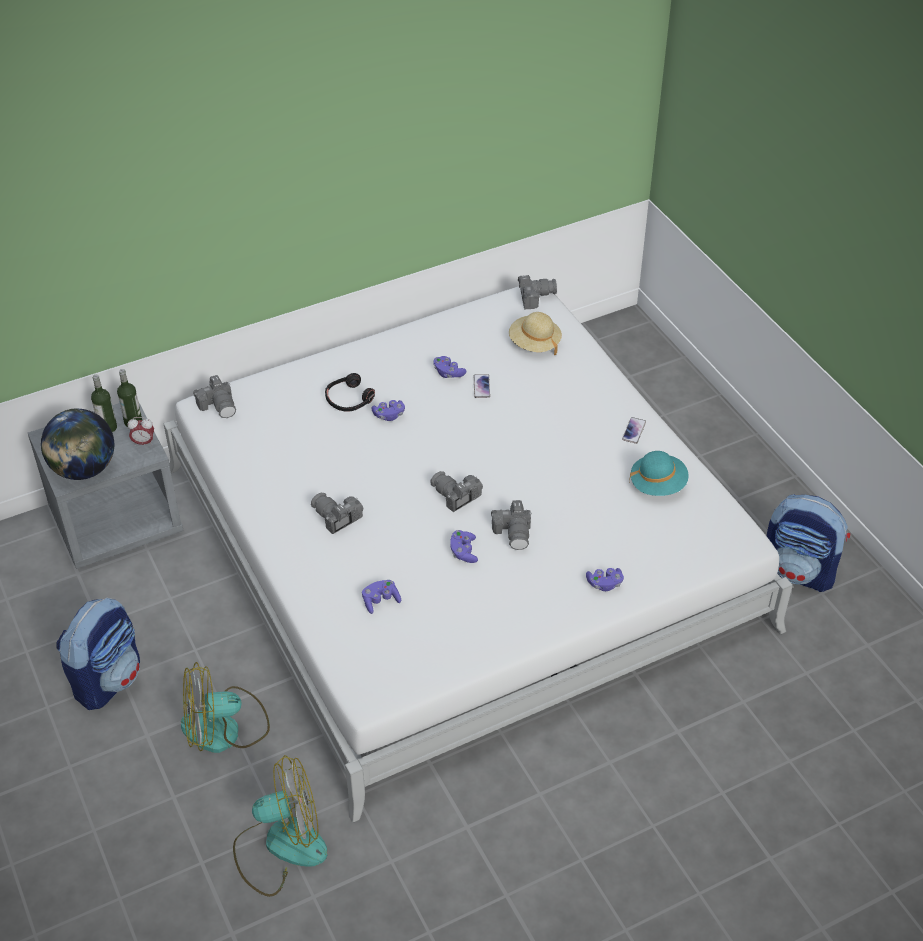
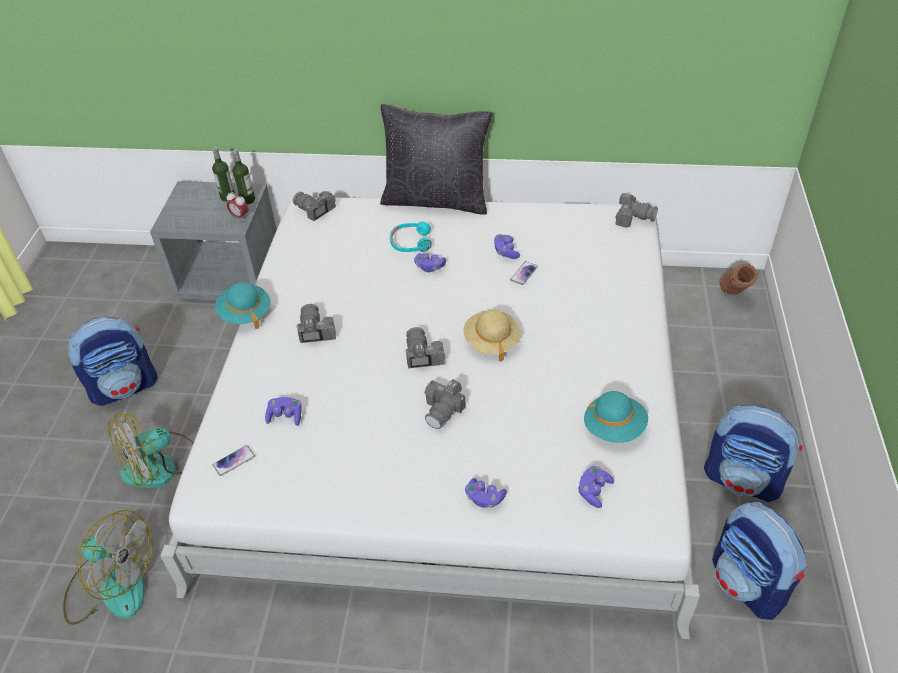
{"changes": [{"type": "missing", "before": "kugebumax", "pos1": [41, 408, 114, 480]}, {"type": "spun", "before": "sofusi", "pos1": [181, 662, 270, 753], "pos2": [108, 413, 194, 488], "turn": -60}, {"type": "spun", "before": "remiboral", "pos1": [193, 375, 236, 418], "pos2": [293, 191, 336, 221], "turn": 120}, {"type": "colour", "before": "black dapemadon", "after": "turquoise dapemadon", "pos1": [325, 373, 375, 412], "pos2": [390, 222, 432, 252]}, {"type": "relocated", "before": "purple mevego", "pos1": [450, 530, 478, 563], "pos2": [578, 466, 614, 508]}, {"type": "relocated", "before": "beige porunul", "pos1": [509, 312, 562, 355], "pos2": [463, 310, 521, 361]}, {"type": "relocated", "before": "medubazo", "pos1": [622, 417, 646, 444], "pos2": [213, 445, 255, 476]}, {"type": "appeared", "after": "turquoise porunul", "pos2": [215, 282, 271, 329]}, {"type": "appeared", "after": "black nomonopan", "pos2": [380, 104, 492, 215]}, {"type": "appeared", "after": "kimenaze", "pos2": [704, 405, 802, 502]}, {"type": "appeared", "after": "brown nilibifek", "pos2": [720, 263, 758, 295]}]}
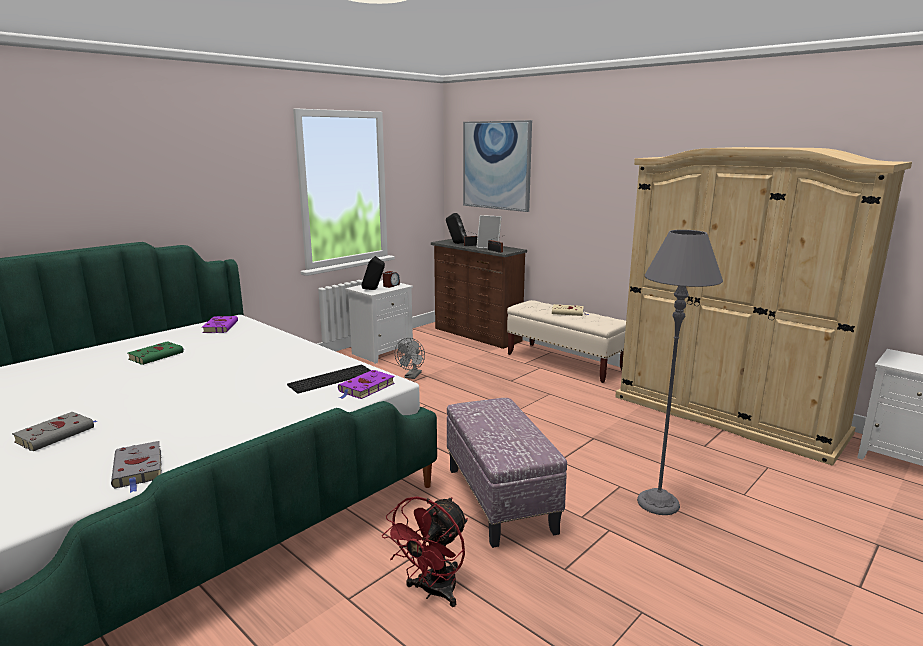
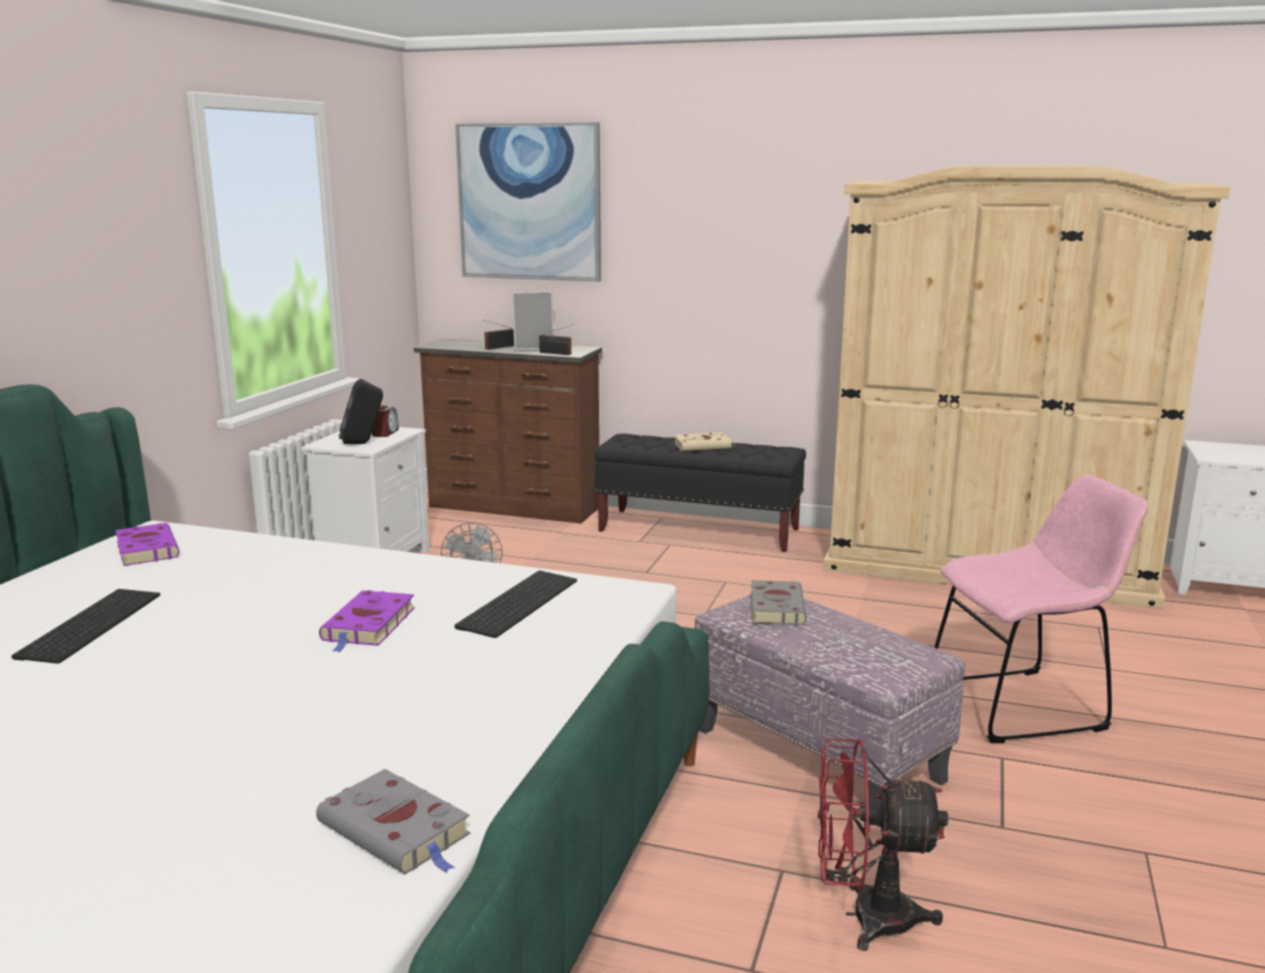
{"changes": [{"type": "relocated", "before": "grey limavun", "pos1": [12, 412, 97, 451], "pos2": [751, 580, 806, 625]}, {"type": "exchanged", "before": "green limavun", "after": "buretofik", "pos1": [128, 341, 184, 365], "pos2": [11, 589, 160, 664]}, {"type": "relocated", "before": "purple limavun", "pos1": [338, 370, 395, 399], "pos2": [319, 590, 415, 653]}, {"type": "spun", "before": "red sofusi", "pos1": [382, 496, 468, 607], "pos2": [818, 738, 948, 951], "turn": 90}, {"type": "missing", "before": "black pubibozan", "pos1": [446, 213, 467, 244]}, {"type": "colour", "before": "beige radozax", "after": "black radozax", "pos1": [507, 300, 626, 383], "pos2": [595, 434, 806, 552]}, {"type": "exchanged", "before": "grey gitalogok", "after": "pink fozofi", "pos1": [637, 230, 723, 515], "pos2": [934, 474, 1149, 743]}]}
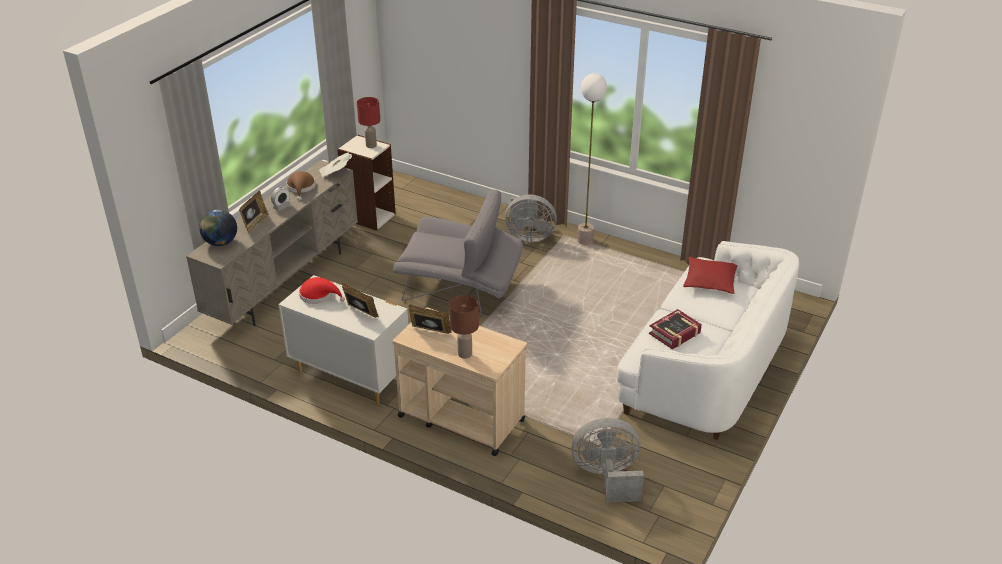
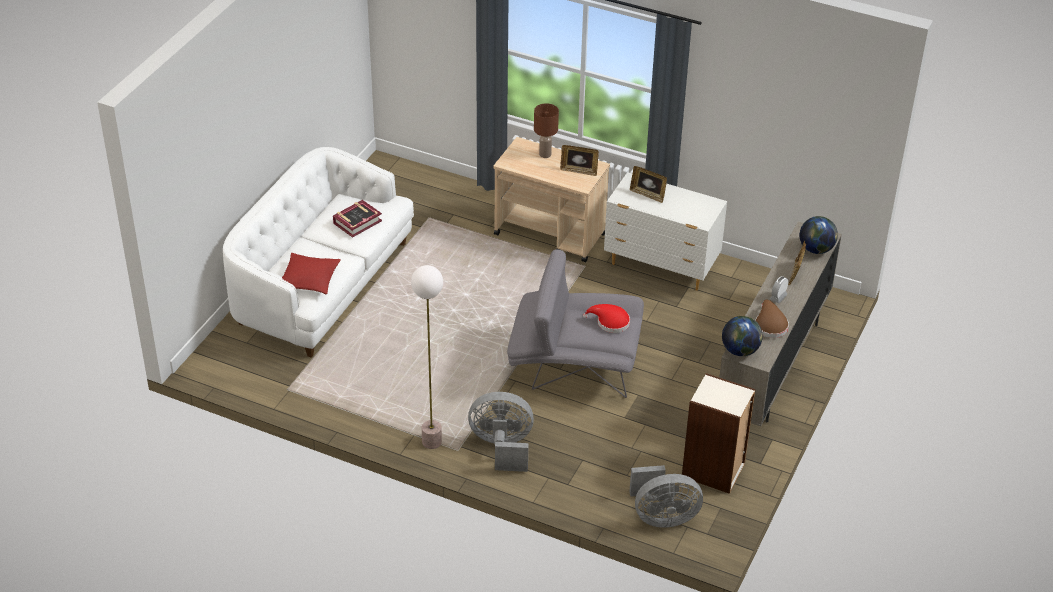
{"changes": [{"type": "relocated", "before": "red porunul", "pos1": [299, 277, 345, 304], "pos2": [583, 304, 630, 333]}, {"type": "exchanged", "before": "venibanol", "after": "kugebumax", "pos1": [320, 152, 352, 177], "pos2": [722, 316, 763, 356]}, {"type": "missing", "before": "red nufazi", "pos1": [357, 97, 380, 148]}, {"type": "relocated", "before": "grey sofusi", "pos1": [571, 418, 644, 502], "pos2": [629, 465, 703, 528]}]}
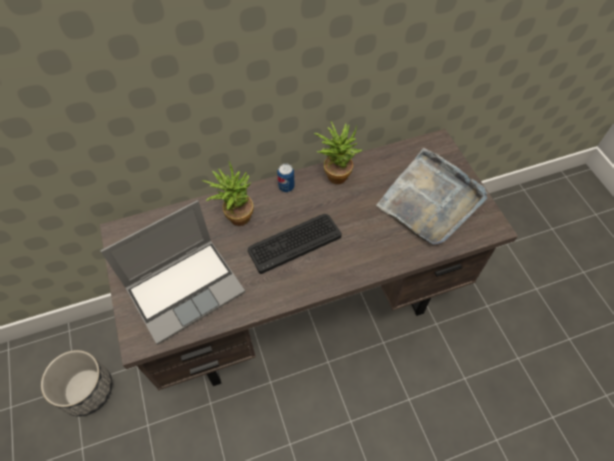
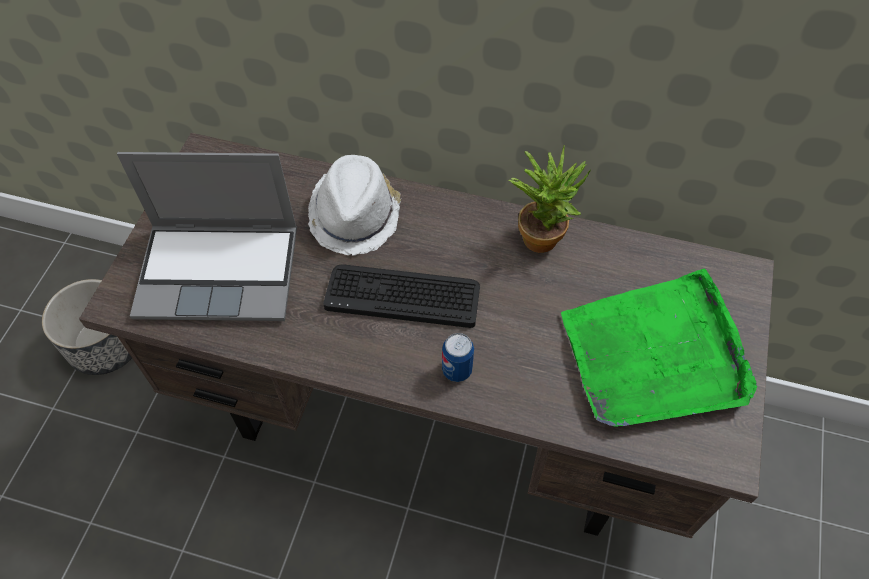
{"changes": [{"type": "exchanged", "before": "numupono", "after": "white porunul", "pos1": [202, 161, 254, 226], "pos2": [308, 155, 401, 256]}, {"type": "relocated", "before": "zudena", "pos1": [277, 163, 295, 192], "pos2": [442, 333, 474, 382]}, {"type": "colour", "before": "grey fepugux", "after": "green fepugux", "pos1": [376, 148, 488, 245], "pos2": [561, 269, 757, 427]}]}
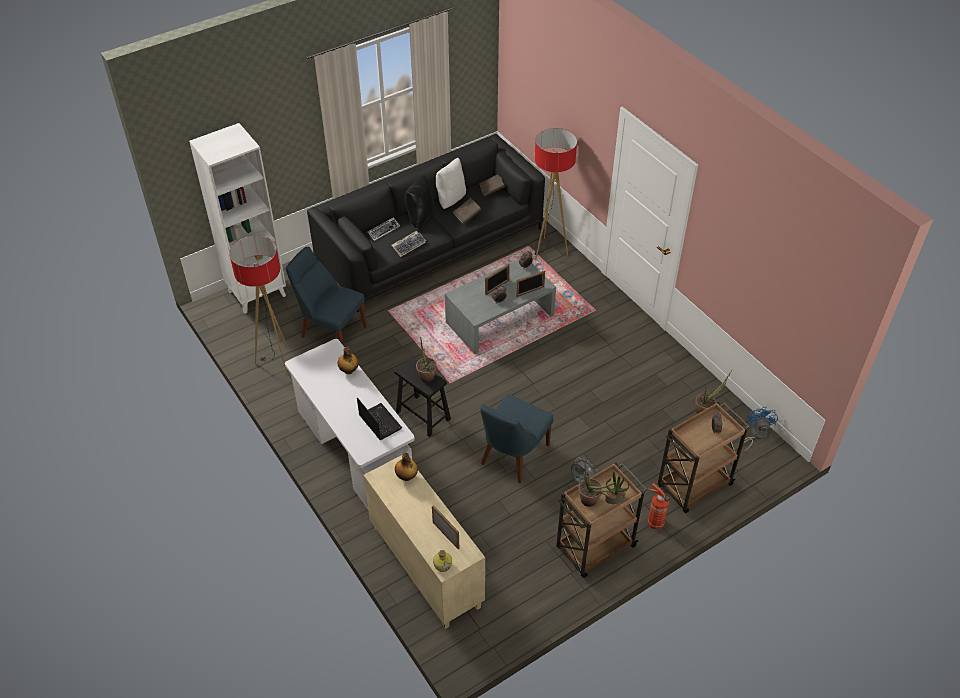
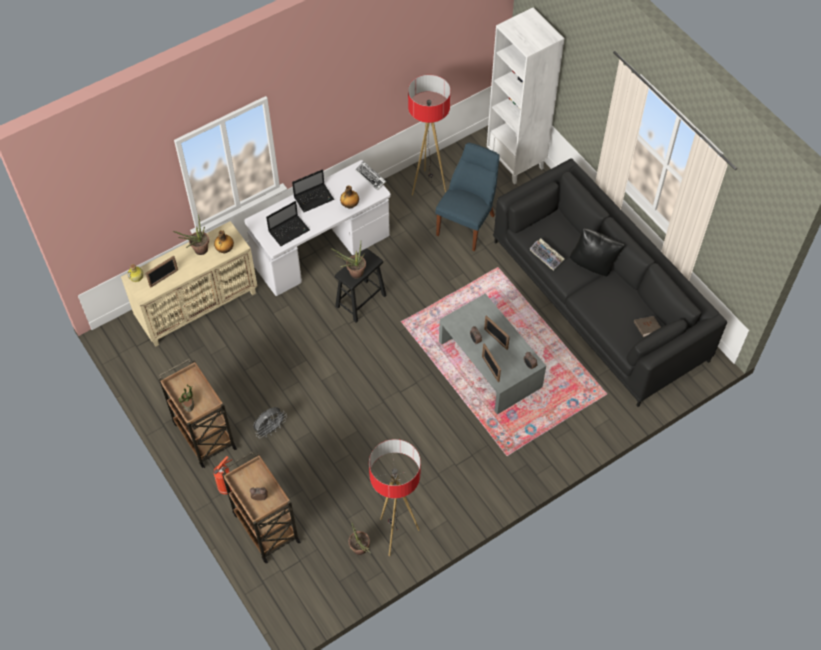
{"changes": [{"type": "relocated", "before": "buretofik", "pos1": [367, 217, 400, 241], "pos2": [355, 161, 386, 191]}, {"type": "missing", "before": "white nomonopan", "pos1": [436, 158, 466, 209]}, {"type": "missing", "before": "brown limavun", "pos1": [453, 198, 482, 224]}, {"type": "missing", "before": "blue fozofi", "pos1": [480, 394, 553, 483]}, {"type": "relocated", "before": "gitalogok", "pos1": [535, 128, 577, 260], "pos2": [369, 439, 421, 556]}, {"type": "relocated", "before": "numupono", "pos1": [578, 461, 616, 507], "pos2": [173, 215, 209, 255]}, {"type": "missing", "before": "blue sofusi", "pos1": [744, 407, 778, 451]}, {"type": "appeared", "after": "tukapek", "pos2": [292, 169, 334, 212]}]}
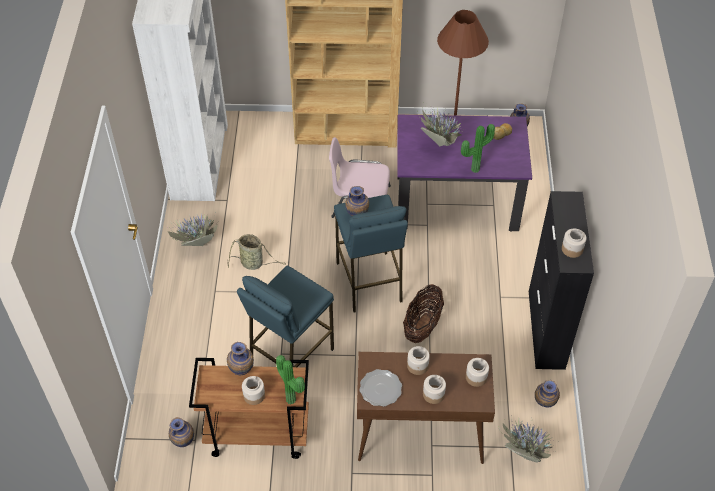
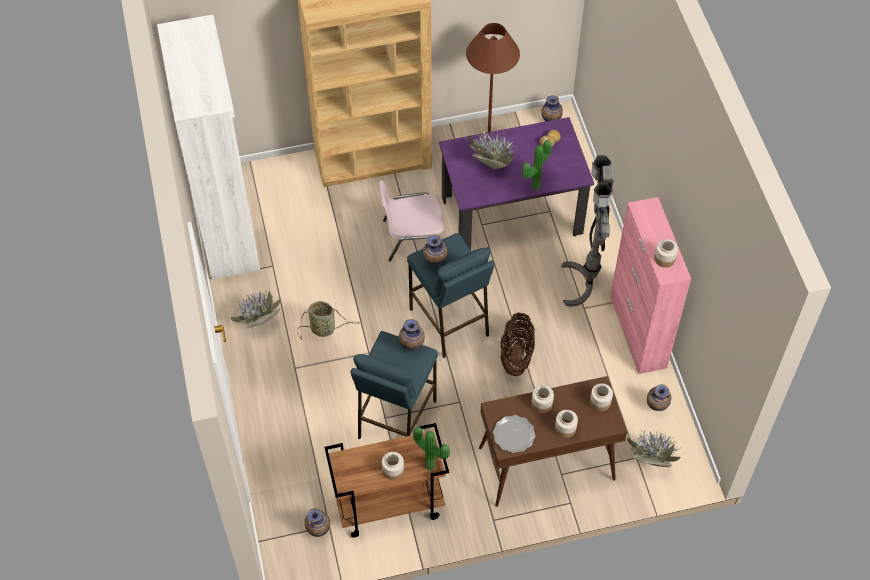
{"changes": [{"type": "relocated", "before": "nilibifek", "pos1": [227, 342, 254, 376], "pos2": [399, 319, 425, 351]}, {"type": "colour", "before": "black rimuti", "after": "pink rimuti", "pos1": [529, 191, 594, 370], "pos2": [610, 197, 691, 374]}, {"type": "appeared", "after": "grey gitalogok", "pos2": [561, 155, 614, 307]}]}
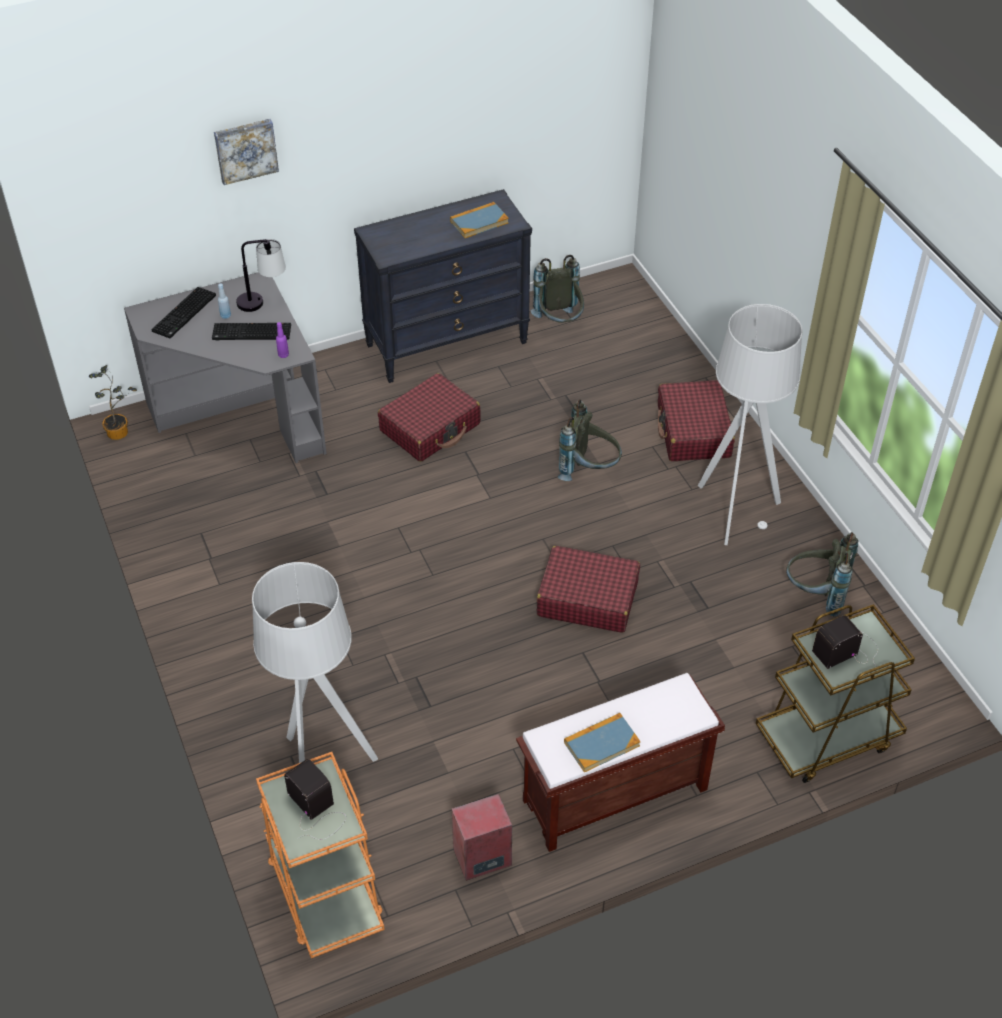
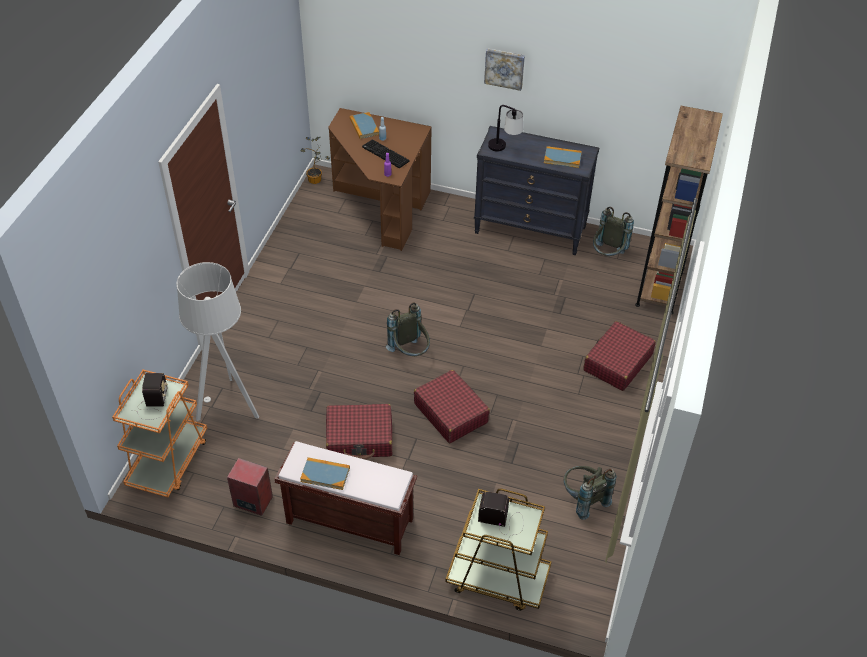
{"changes": [{"type": "colour", "before": "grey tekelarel", "after": "brown tekelarel", "pos1": [124, 272, 327, 463], "pos2": [328, 108, 432, 251]}, {"type": "exchanged", "before": "buretofik", "after": "limavun", "pos1": [151, 287, 216, 338], "pos2": [350, 112, 379, 139]}, {"type": "relocated", "before": "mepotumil", "pos1": [214, 119, 279, 185], "pos2": [484, 48, 525, 91]}, {"type": "relocated", "before": "nufazi", "pos1": [236, 239, 286, 312], "pos2": [488, 105, 523, 151]}, {"type": "relocated", "before": "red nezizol", "pos1": [378, 373, 480, 462], "pos2": [326, 404, 392, 460]}, {"type": "relocated", "before": "grey kimenaze", "pos1": [558, 399, 622, 481], "pos2": [386, 303, 430, 356]}, {"type": "missing", "before": "grey gitalogok", "pos1": [698, 304, 803, 545]}, {"type": "appeared", "after": "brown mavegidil", "pos2": [635, 106, 723, 314]}]}
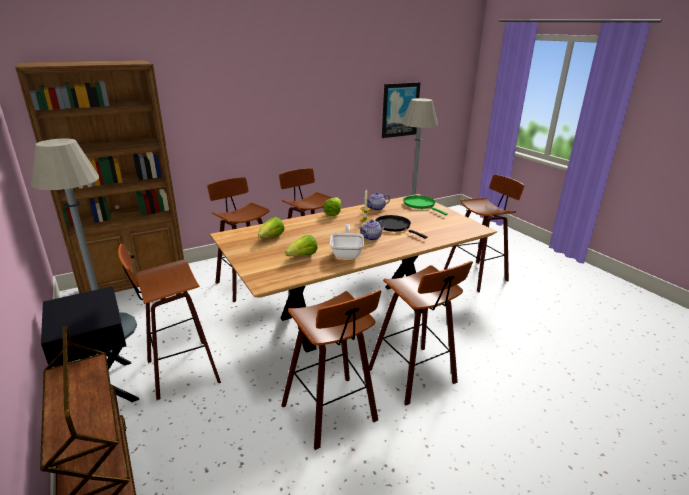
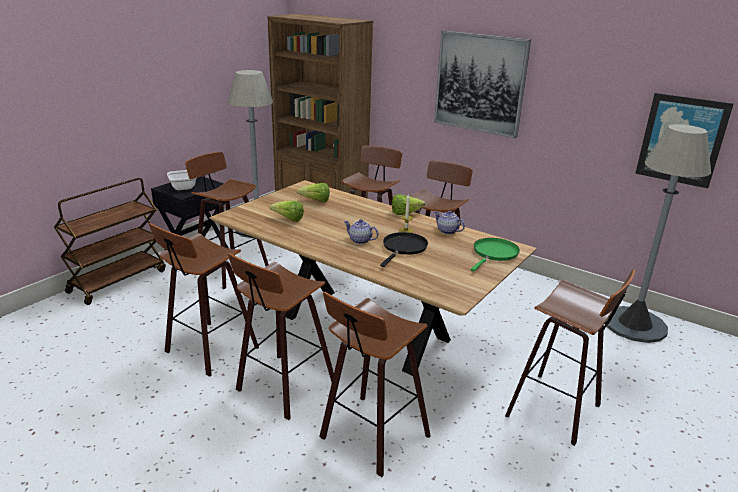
{"changes": [{"type": "relocated", "before": "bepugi", "pos1": [330, 224, 364, 259], "pos2": [167, 170, 217, 190]}, {"type": "appeared", "after": "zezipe", "pos2": [319, 292, 431, 477]}, {"type": "appeared", "after": "mepotumil", "pos2": [434, 30, 531, 138]}]}
